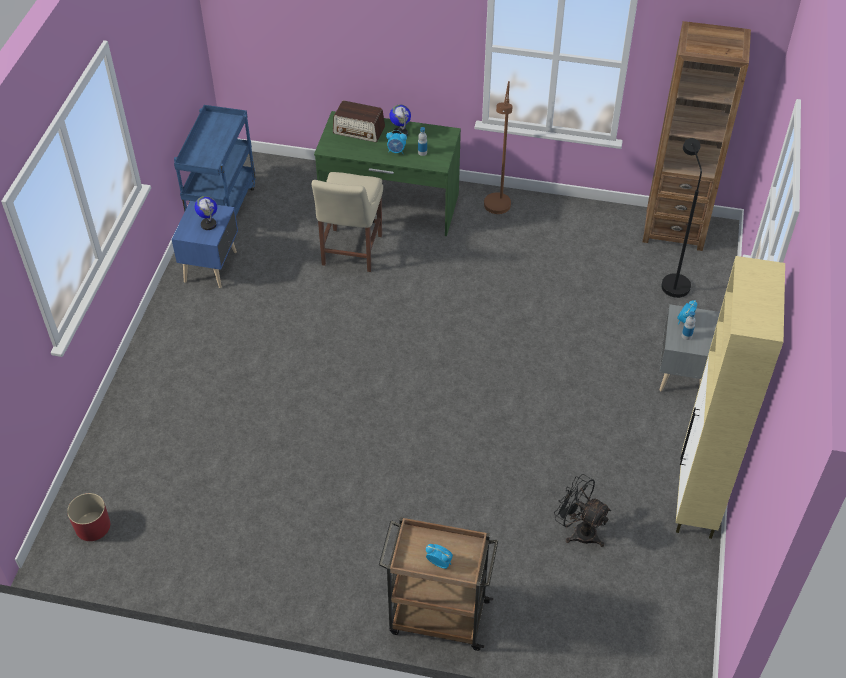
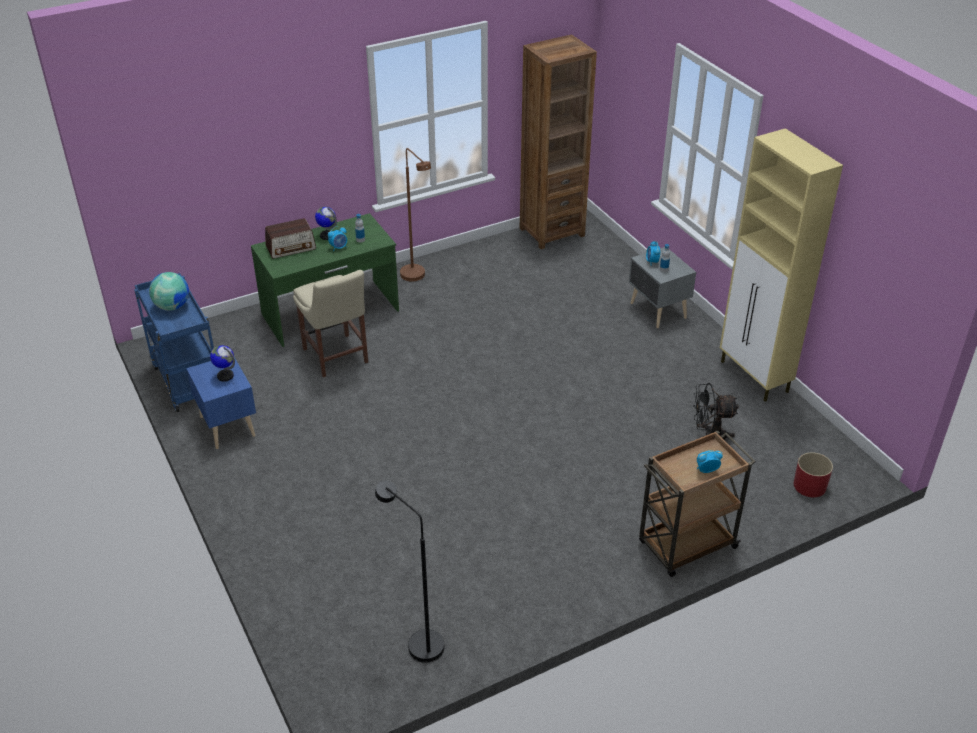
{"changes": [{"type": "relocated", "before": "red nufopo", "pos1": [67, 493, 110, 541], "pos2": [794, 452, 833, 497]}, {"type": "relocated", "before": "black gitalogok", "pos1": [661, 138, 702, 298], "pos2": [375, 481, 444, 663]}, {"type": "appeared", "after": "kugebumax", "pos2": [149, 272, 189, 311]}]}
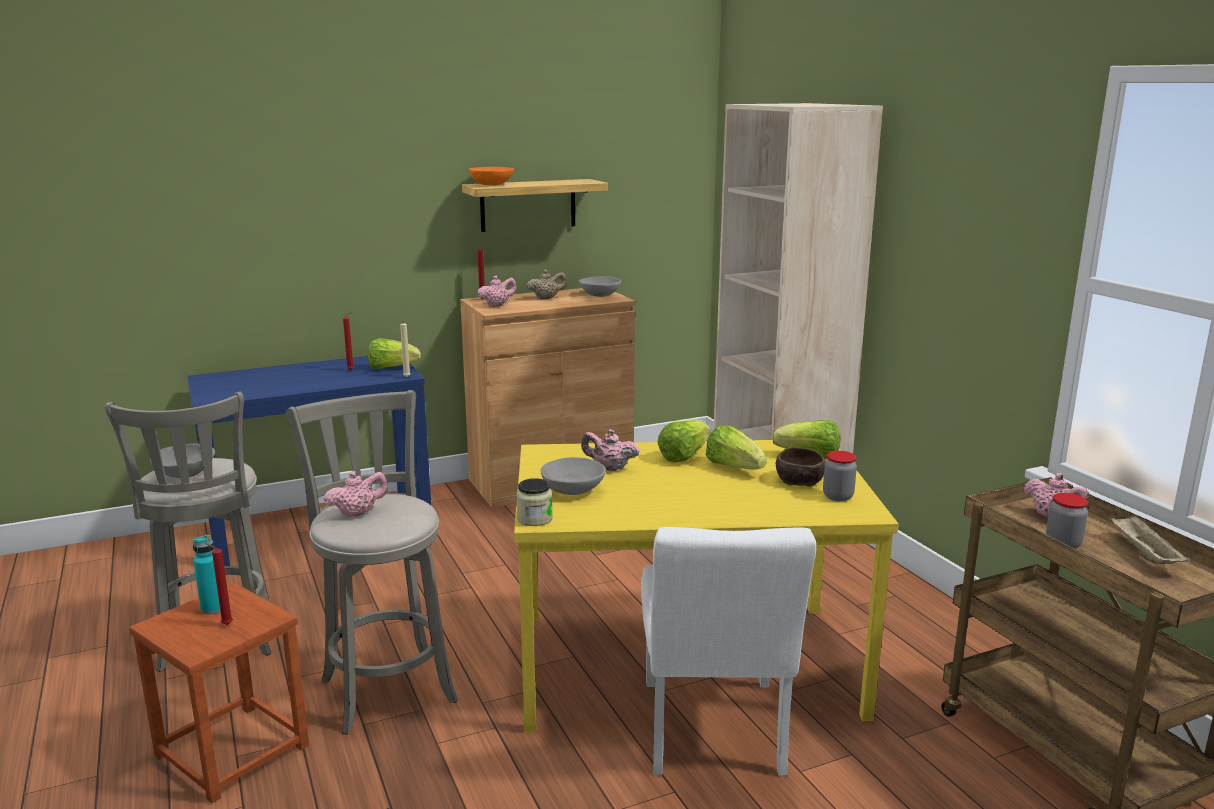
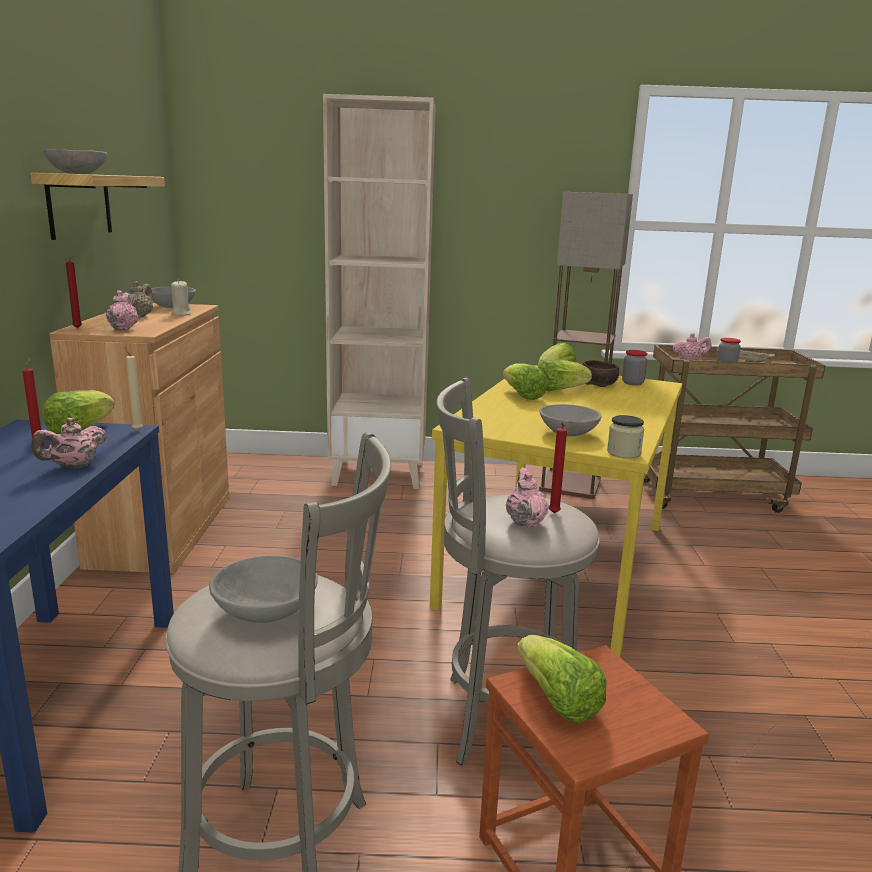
{"changes": [{"type": "exchanged", "before": "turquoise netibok", "after": "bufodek", "pos1": [193, 535, 220, 614], "pos2": [517, 635, 607, 724]}, {"type": "relocated", "before": "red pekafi", "pos1": [205, 543, 233, 625], "pos2": [549, 423, 567, 513]}, {"type": "colour", "before": "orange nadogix", "after": "grey nadogix", "pos1": [469, 167, 514, 185], "pos2": [42, 149, 107, 174]}, {"type": "relocated", "before": "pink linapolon", "pos1": [581, 429, 639, 471], "pos2": [31, 418, 107, 469]}, {"type": "missing", "before": "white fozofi", "pos1": [641, 527, 816, 776]}, {"type": "appeared", "after": "beige pekafi", "pos2": [171, 280, 191, 316]}, {"type": "appeared", "after": "gitalogok", "pos2": [539, 192, 633, 499]}]}
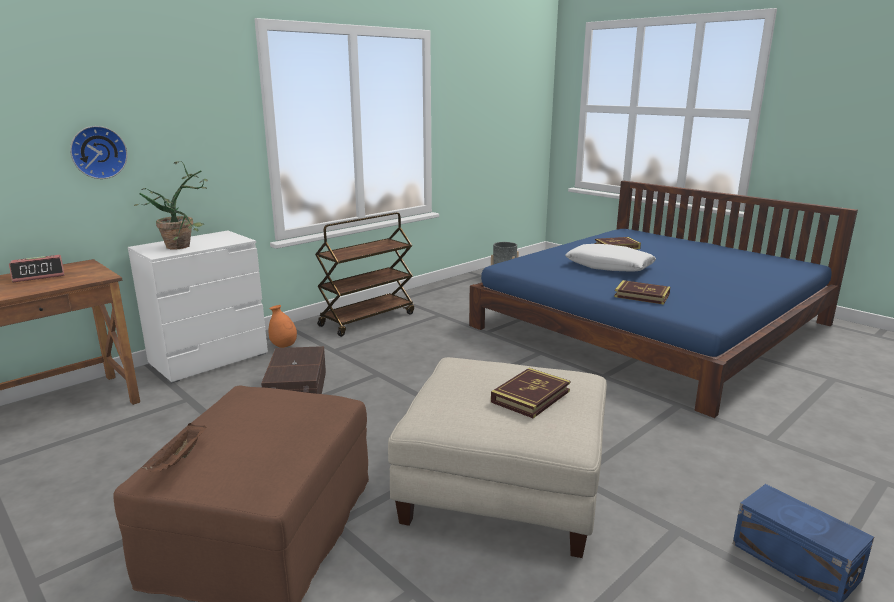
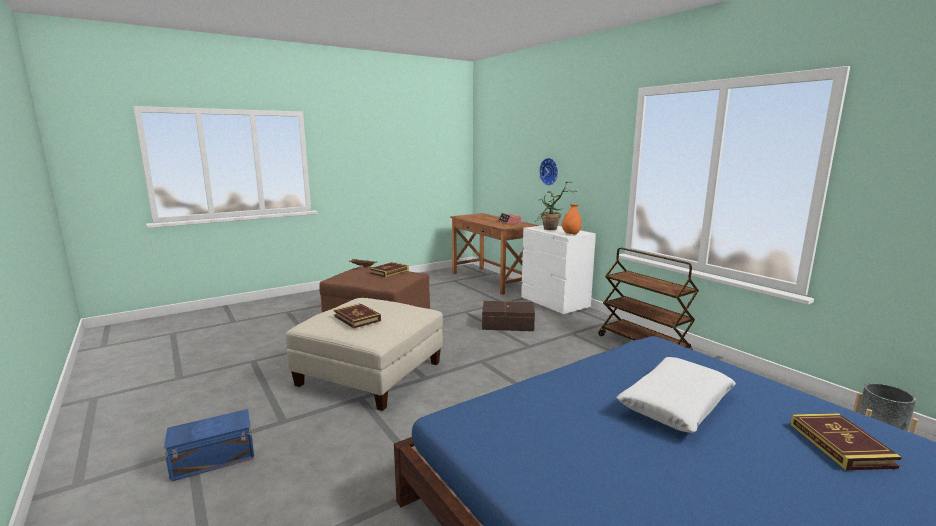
{"changes": [{"type": "relocated", "before": "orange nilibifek", "pos1": [269, 305, 297, 348], "pos2": [562, 204, 582, 234]}, {"type": "relocated", "before": "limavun", "pos1": [614, 280, 670, 304], "pos2": [370, 262, 409, 277]}]}
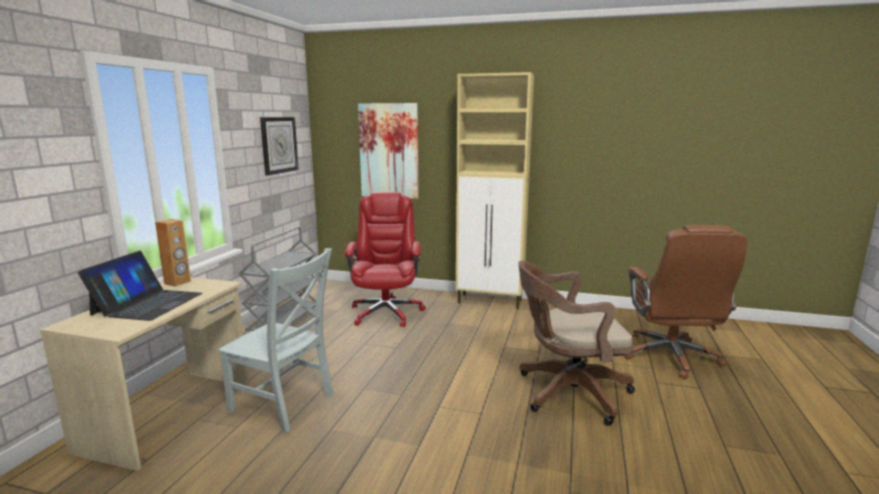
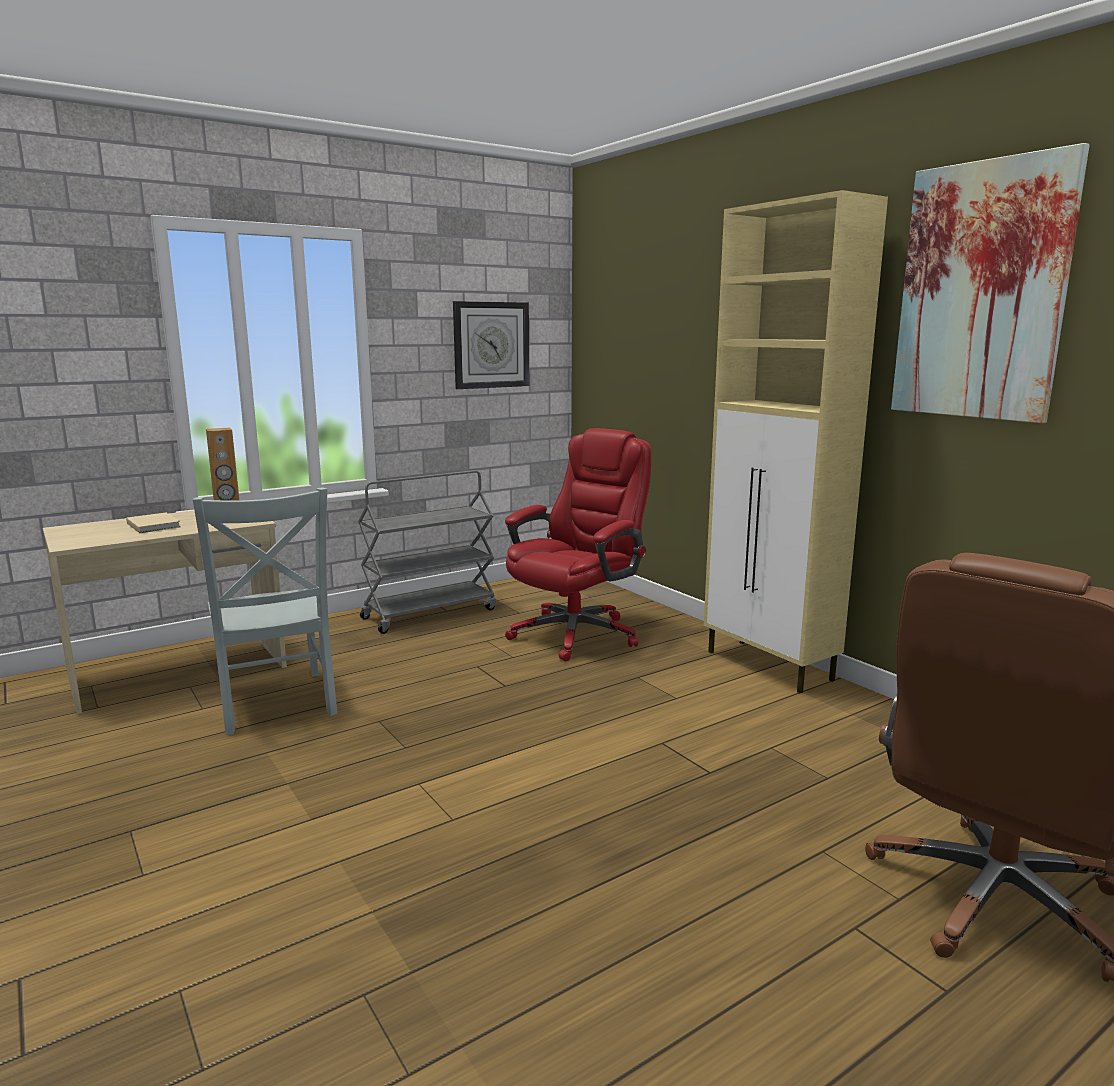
{"changes": [{"type": "exchanged", "before": "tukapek", "after": "beige limavun", "pos1": [78, 251, 203, 321], "pos2": [126, 513, 180, 533]}, {"type": "relocated", "before": "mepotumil", "pos1": [358, 103, 419, 199], "pos2": [891, 143, 1089, 423]}, {"type": "missing", "before": "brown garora", "pos1": [518, 261, 635, 426]}]}
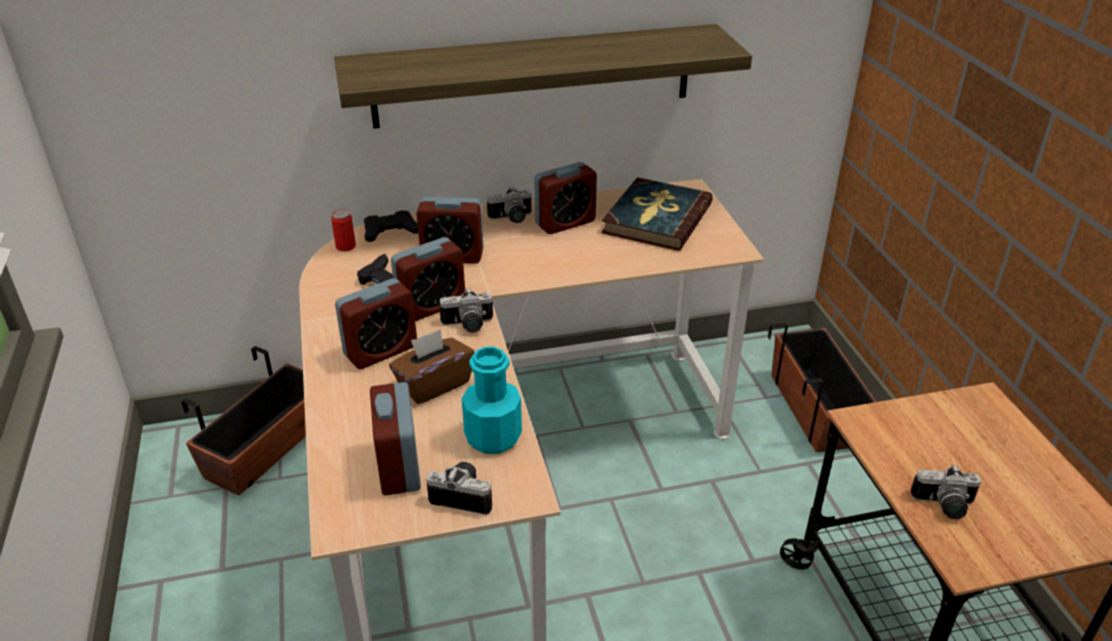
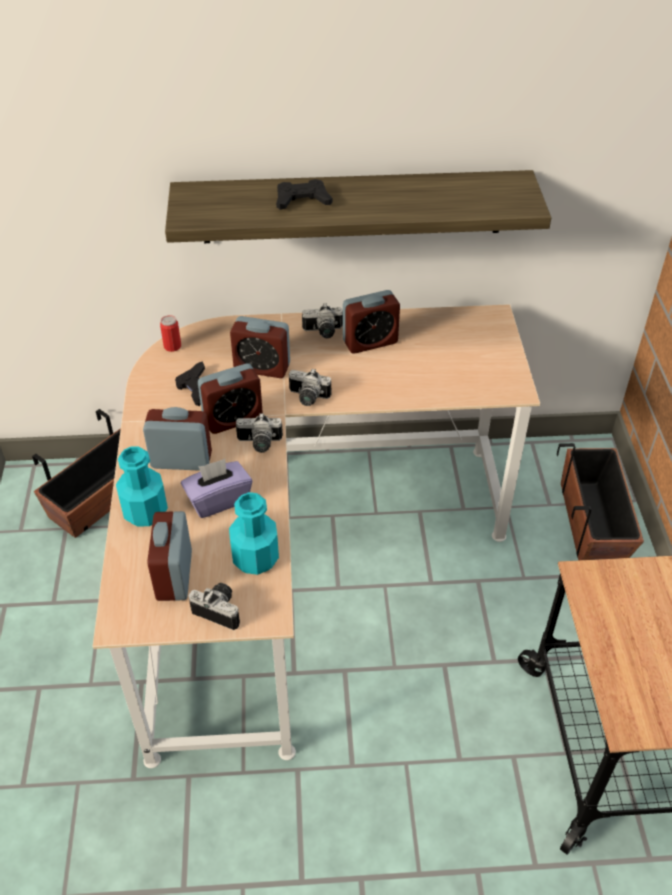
{"changes": [{"type": "spun", "before": "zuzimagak", "pos1": [335, 279, 417, 369], "pos2": [143, 407, 212, 471], "turn": -150}, {"type": "relocated", "before": "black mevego", "pos1": [364, 210, 418, 242], "pos2": [276, 179, 332, 210]}, {"type": "colour", "before": "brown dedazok", "after": "purple dedazok", "pos1": [389, 329, 475, 404], "pos2": [181, 459, 252, 518]}, {"type": "missing", "before": "limavun", "pos1": [602, 177, 713, 251]}, {"type": "relocated", "before": "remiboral", "pos1": [910, 465, 981, 519], "pos2": [289, 368, 331, 406]}, {"type": "appeared", "after": "turquoise netibok", "pos2": [116, 446, 168, 526]}]}
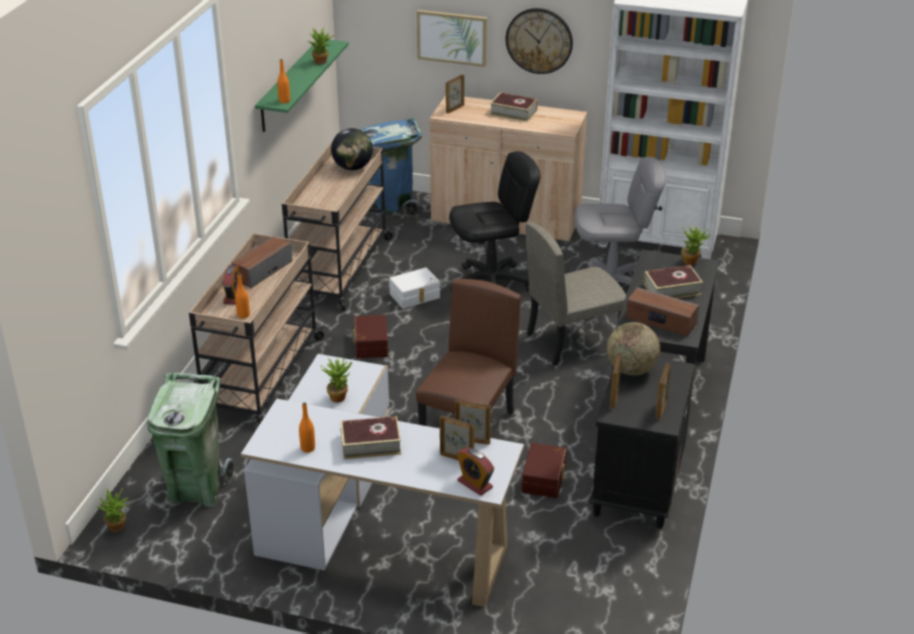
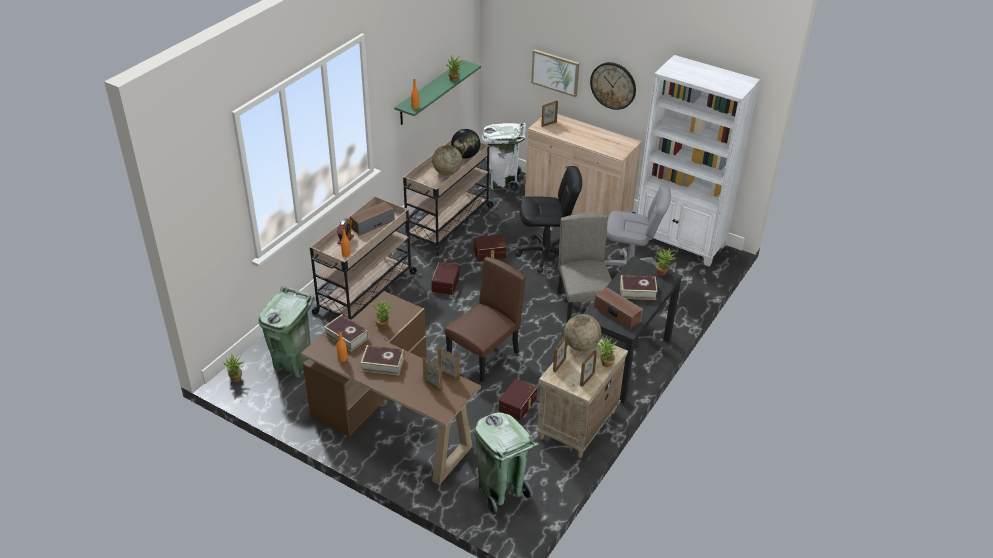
{"changes": [{"type": "colour", "before": "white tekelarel", "after": "brown tekelarel", "pos1": [241, 354, 524, 607], "pos2": [301, 291, 481, 485]}, {"type": "colour", "before": "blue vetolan", "after": "white vetolan", "pos1": [361, 118, 422, 218], "pos2": [482, 123, 526, 193]}, {"type": "colour", "before": "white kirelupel", "after": "brown kirelupel", "pos1": [389, 267, 440, 309], "pos2": [474, 235, 507, 261]}, {"type": "missing", "before": "zuzimagak", "pos1": [457, 448, 494, 496]}, {"type": "relocated", "before": "limavun", "pos1": [490, 92, 538, 122], "pos2": [324, 314, 369, 352]}, {"type": "spun", "before": "beige fozofi", "pos1": [526, 222, 626, 366], "pos2": [557, 213, 612, 324], "turn": 90}, {"type": "colour", "before": "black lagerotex", "after": "beige lagerotex", "pos1": [589, 358, 695, 529], "pos2": [535, 339, 628, 458]}, {"type": "appeared", "after": "kugebumax", "pos2": [432, 145, 462, 175]}, {"type": "appeared", "after": "green vetolan", "pos2": [474, 412, 539, 516]}, {"type": "appeared", "after": "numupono", "pos2": [595, 335, 618, 367]}]}
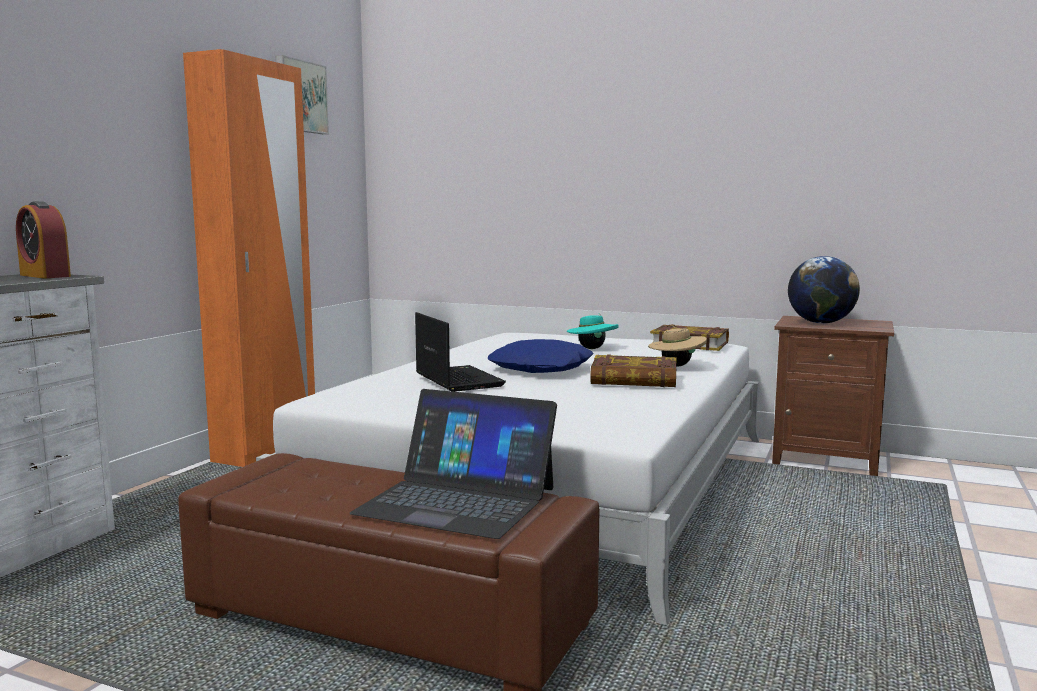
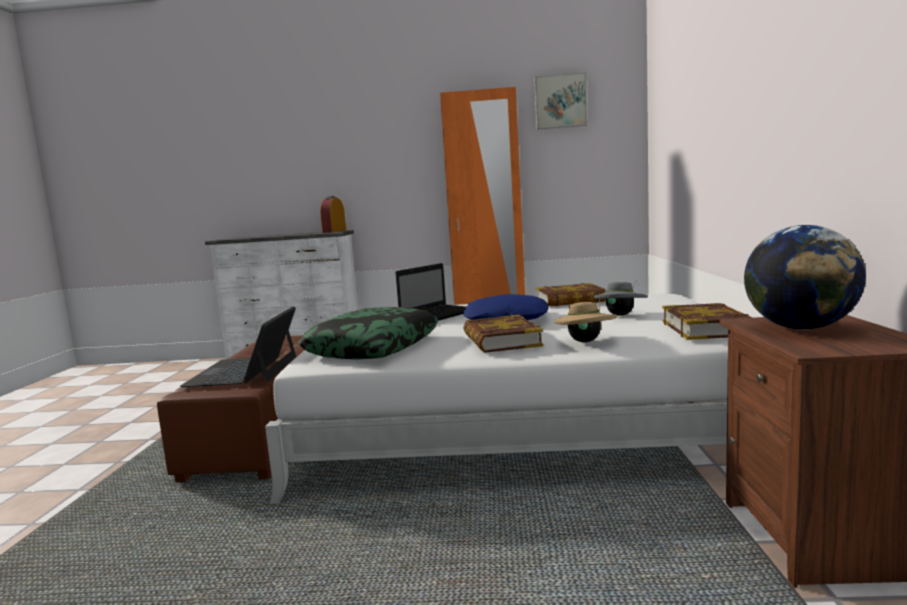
{"changes": [{"type": "colour", "before": "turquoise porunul", "after": "grey porunul", "pos1": [567, 313, 619, 349], "pos2": [594, 281, 648, 316]}, {"type": "appeared", "after": "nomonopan", "pos2": [299, 307, 438, 359]}, {"type": "appeared", "after": "limavun", "pos2": [536, 283, 606, 306]}]}
